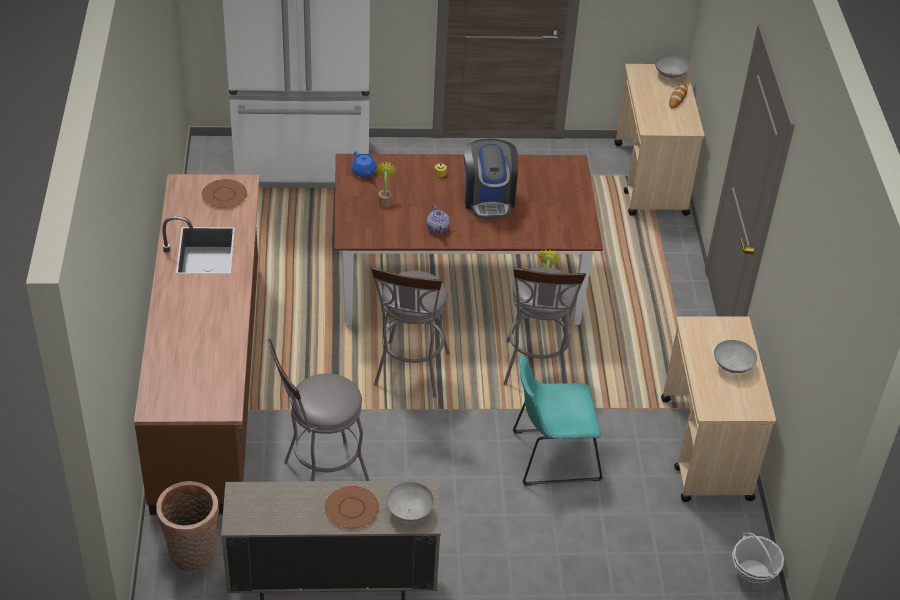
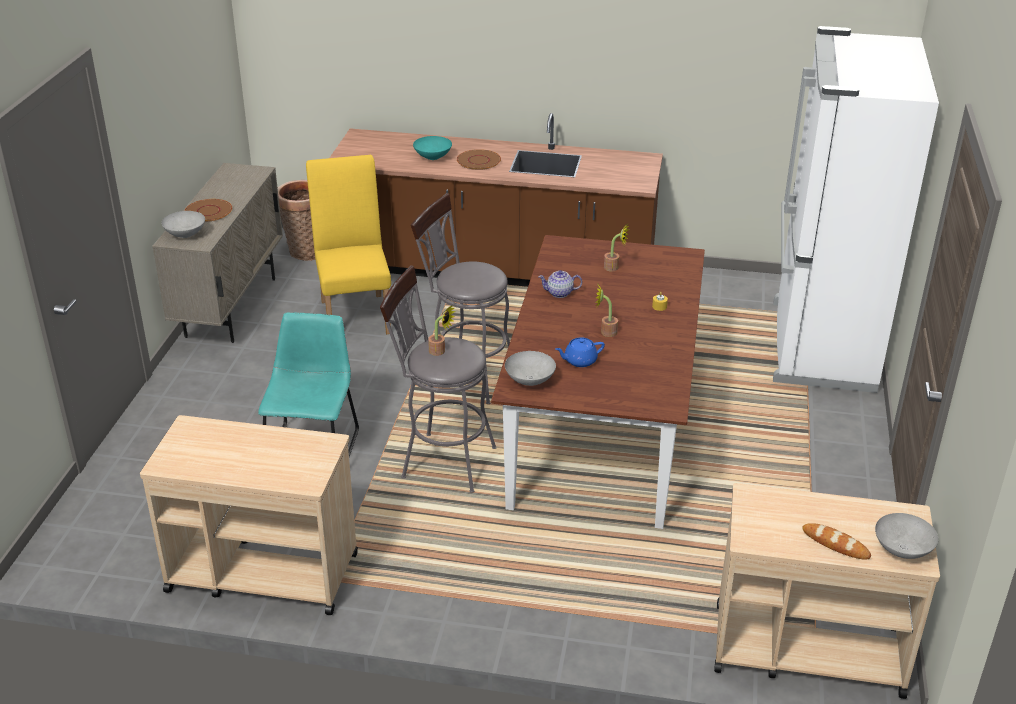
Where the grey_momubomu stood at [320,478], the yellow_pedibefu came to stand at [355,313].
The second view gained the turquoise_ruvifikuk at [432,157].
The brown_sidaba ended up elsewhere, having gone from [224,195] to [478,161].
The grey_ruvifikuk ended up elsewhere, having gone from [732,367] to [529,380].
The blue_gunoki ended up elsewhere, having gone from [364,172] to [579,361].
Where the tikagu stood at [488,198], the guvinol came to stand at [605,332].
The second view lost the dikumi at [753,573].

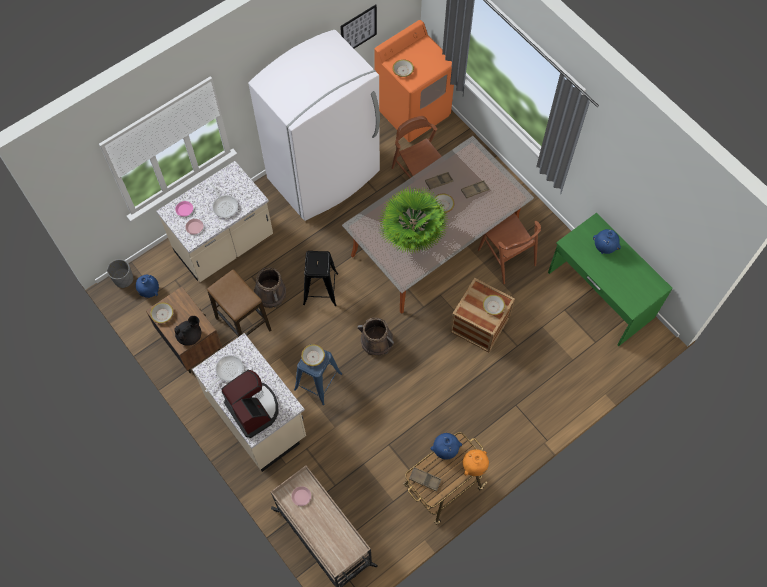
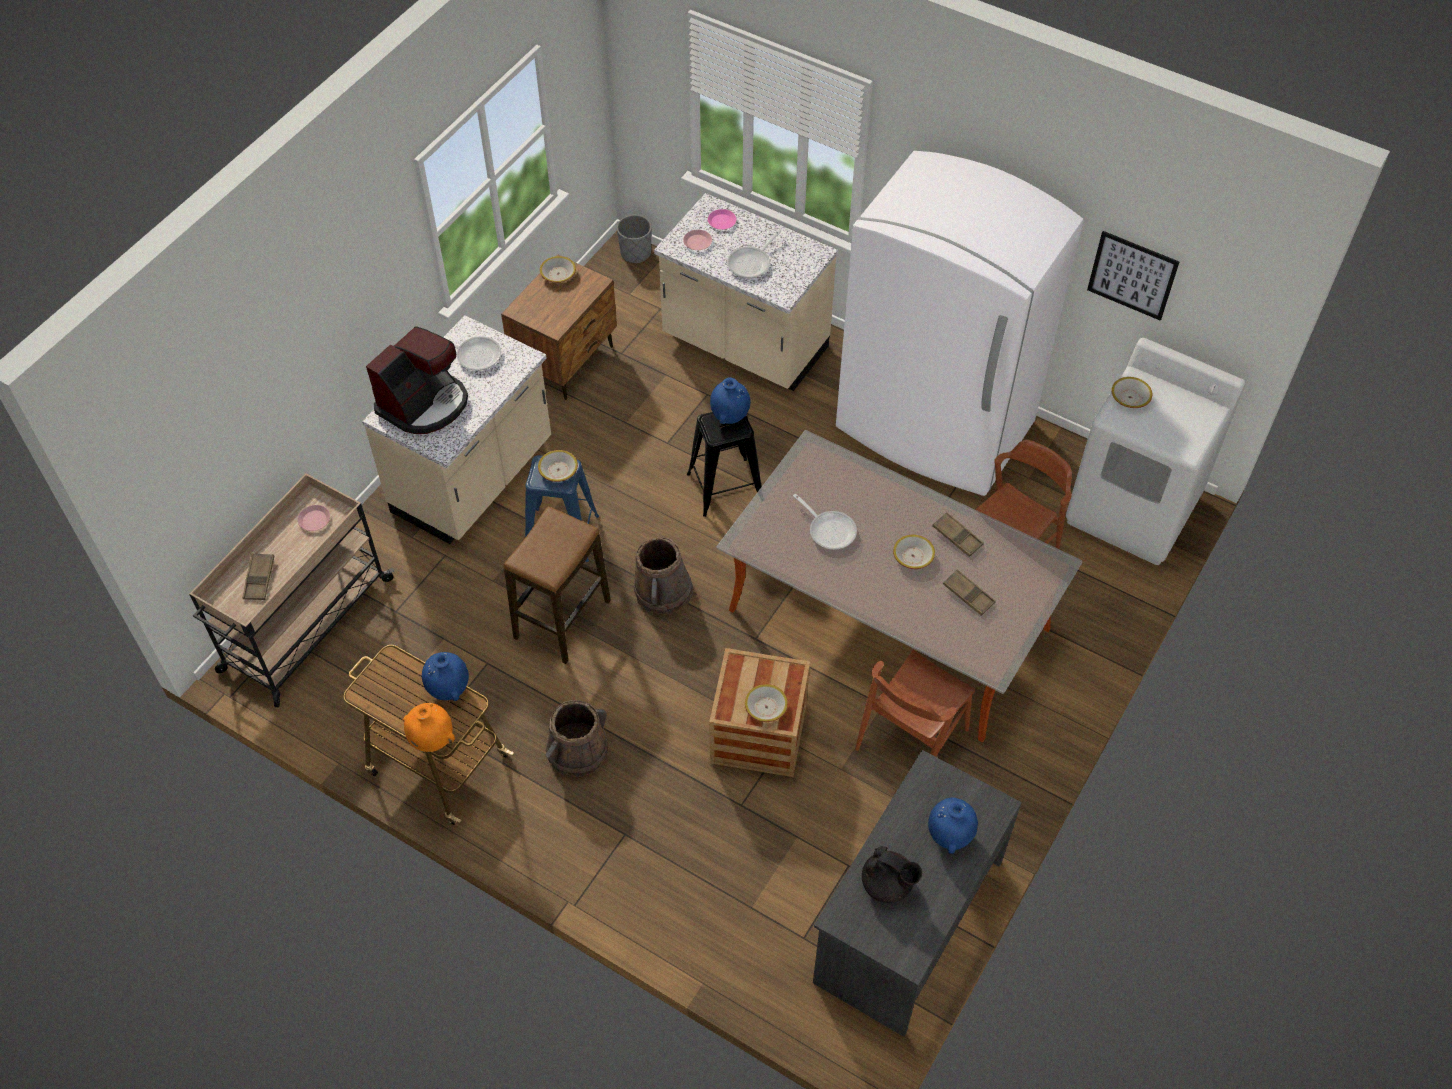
The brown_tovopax ended up elsewhere, having gone from [425,479] to [259,579].
The momubomu ended up elsewhere, having gone from [243,324] to [562,619].
The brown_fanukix ended up elsewhere, having gone from [270,294] to [577,751].
The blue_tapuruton ended up elsewhere, having gone from [149,291] to [730,416].
Where the guvinol stood at [412,236], the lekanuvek came to stand at [829,530].
What was the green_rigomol at [599,295] turned into the grey_rigomol at [906,920].
The black_gunoki ended up elsewhere, having gone from [190,336] to [888,884].
What was the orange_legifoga at [413,111] turned into the white_legifoga at [1133,509].

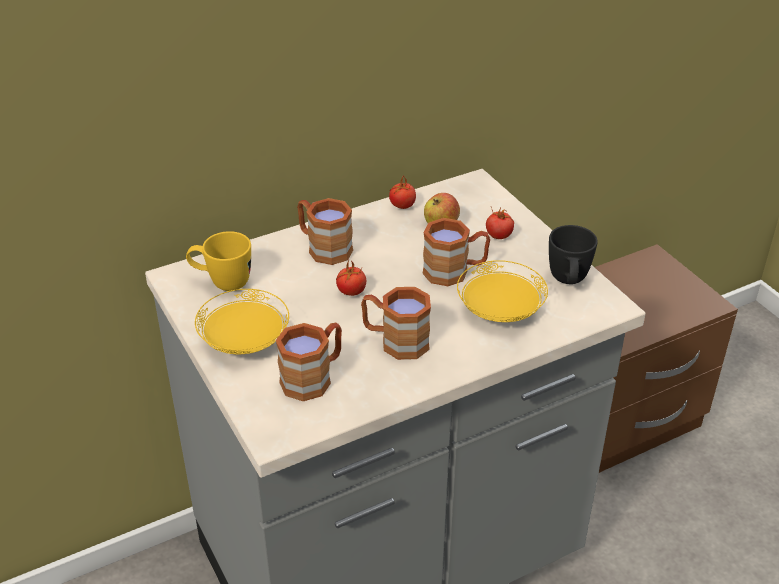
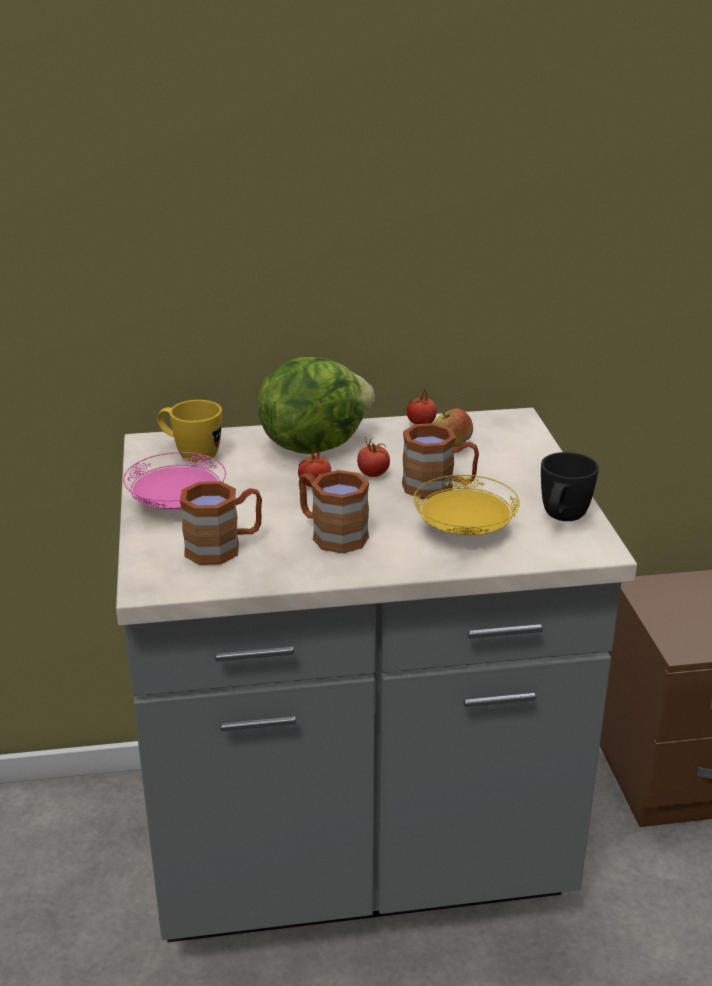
What was the yellow_sidaba at [245,341] turned into the pink_sidaba at [177,505].
Where the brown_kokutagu stood at [323,247], the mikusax came to stand at [313,444].
The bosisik ended up elsewhere, having gone from [499,236] to [373,474].

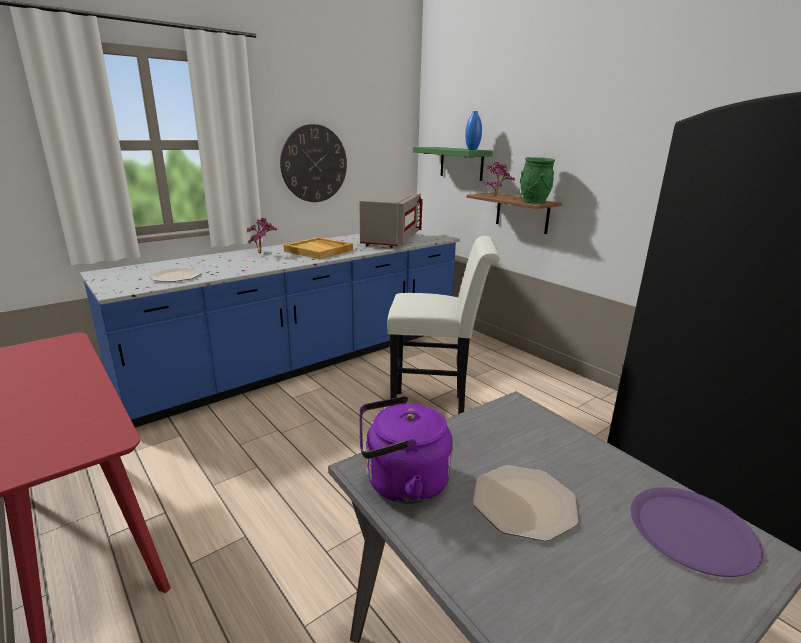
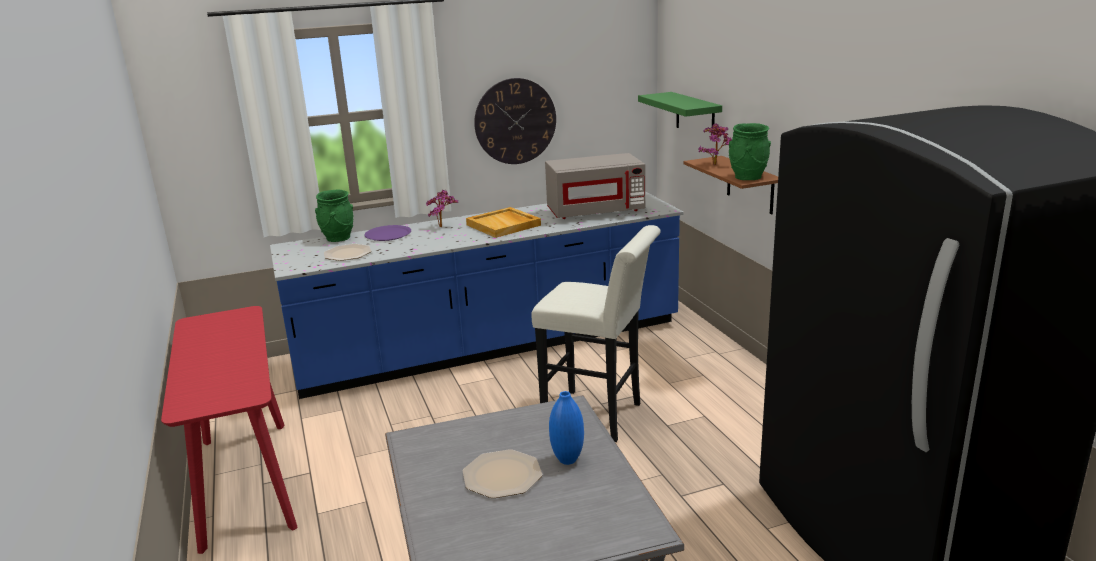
The second view gained the green_tapuruton at [338,238].
The purple_sidaba ended up elsewhere, having gone from [692,531] to [388,234].
The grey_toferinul at [390,240] ended up facing another way, 45 degrees clockwise from before.
The blue_tapuruton ended up elsewhere, having gone from [472,150] to [567,460].
The second view lost the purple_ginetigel at [401,483].

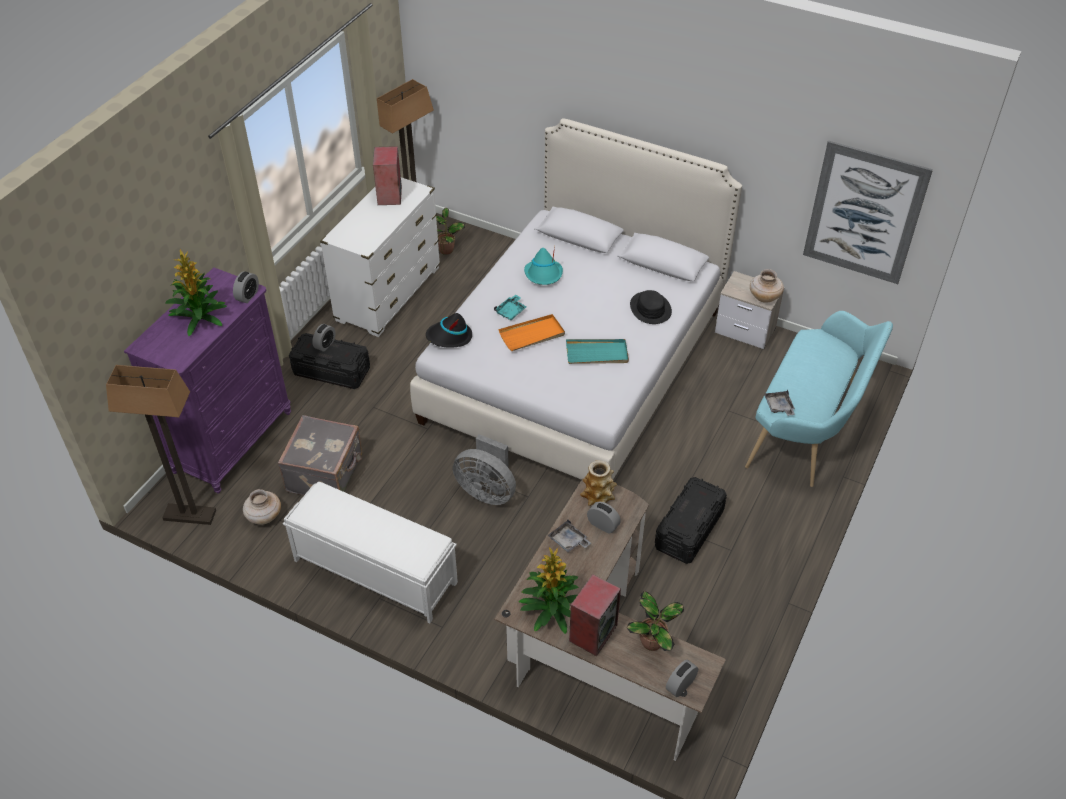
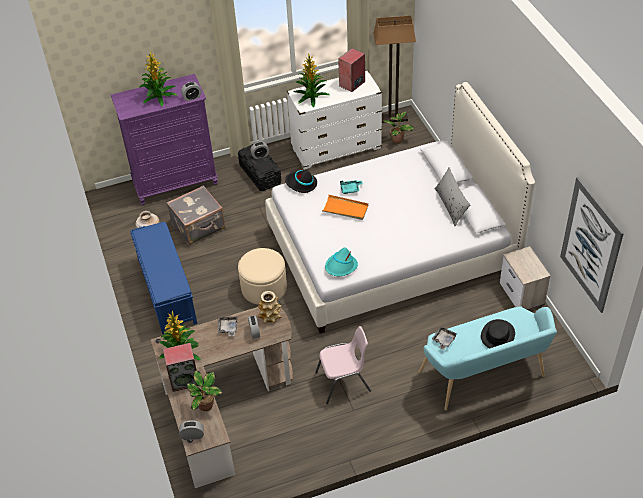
What was the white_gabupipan at [374,571] turned into the blue_gabupipan at [166,290].
Where the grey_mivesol stood at [487,491], the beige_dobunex came to stand at [264,288].
The second view gained the guvinol at [311,97].
Where the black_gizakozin stood at [689,529], the pink_pedibefu came to stand at [344,382].
The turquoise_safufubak ended up elsewhere, having gone from [544,274] to [341,267].
The second view gained the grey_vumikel at [451,205].
The black_safufubak ended up elsewhere, having gone from [650,308] to [497,335].
The second view lost the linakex at [189,515].
The second view lost the turquoise_tovopax at [597,354].
The second view lost the beige_tapuruton at [764,297].

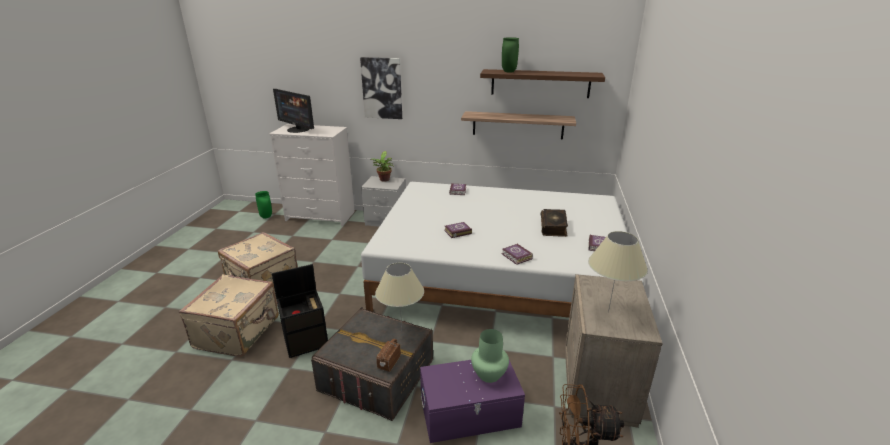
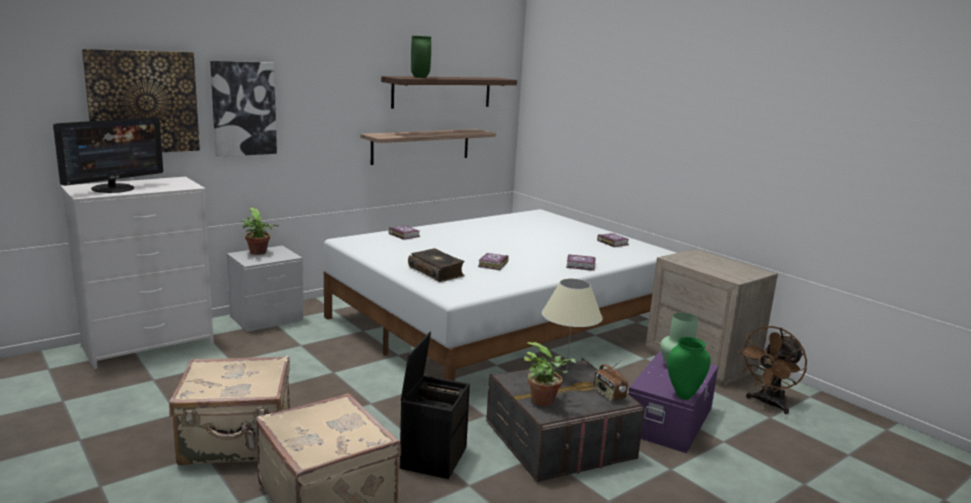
The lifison at [298,129] ended up facing another way, 45 degrees counterclockwise from before.
The second view gained the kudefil at [143,102].
The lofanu ended up elsewhere, having gone from [553,227] to [436,272].
The second view gained the guvinol at [546,401].
The green_tapuruton ended up elsewhere, having gone from [266,217] to [683,395].
The second view lost the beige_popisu at [608,312].

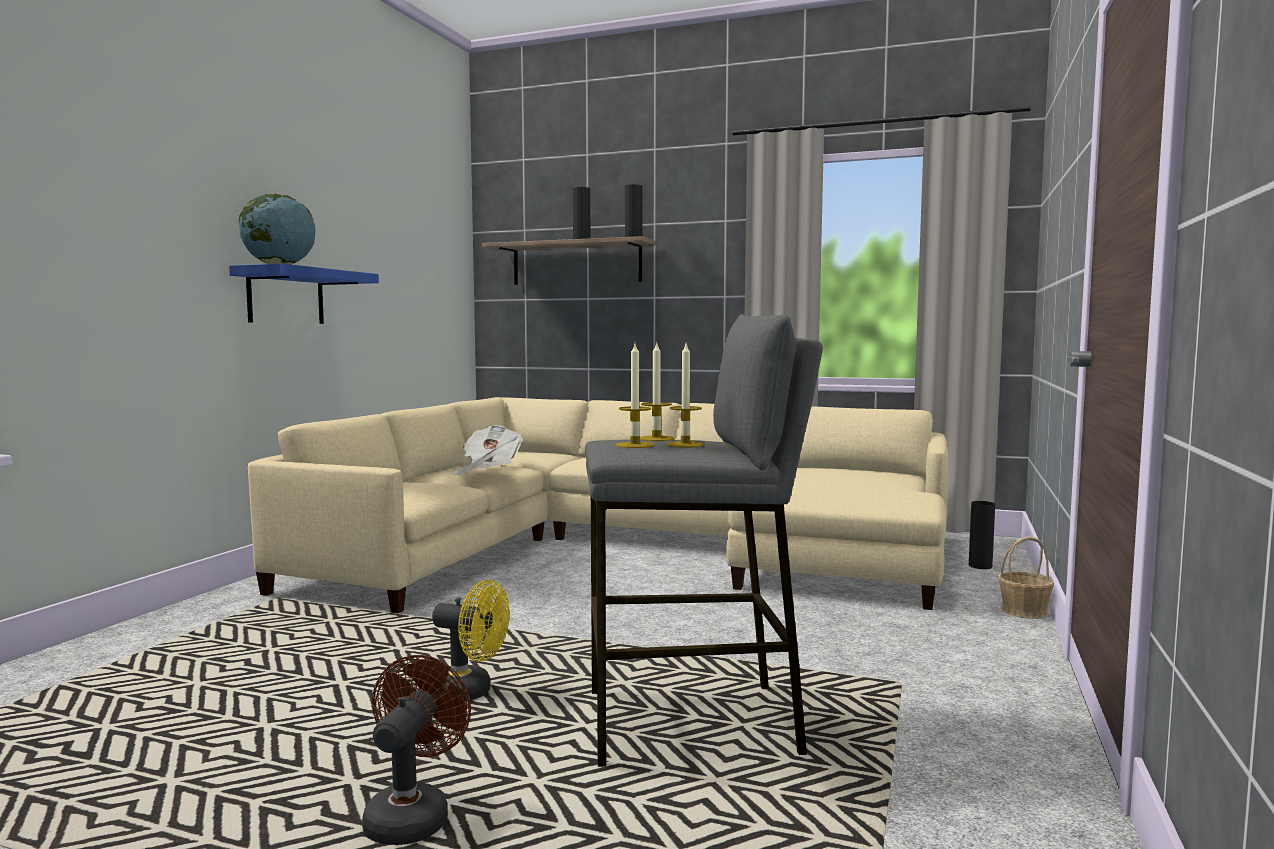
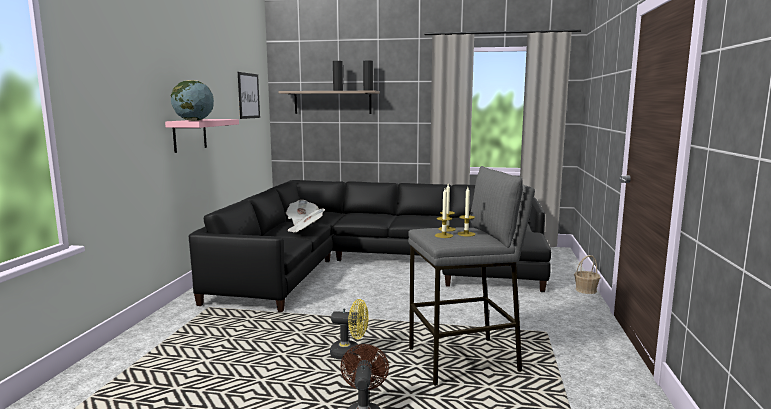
What was the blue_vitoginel at [286,297] turned into the pink_vitoginel at [189,135].
What was the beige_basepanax at [628,548] turned into the black_basepanax at [379,264].
The second view gained the kudefil at [248,95].
The second view lost the black_tapuruton at [980,566].

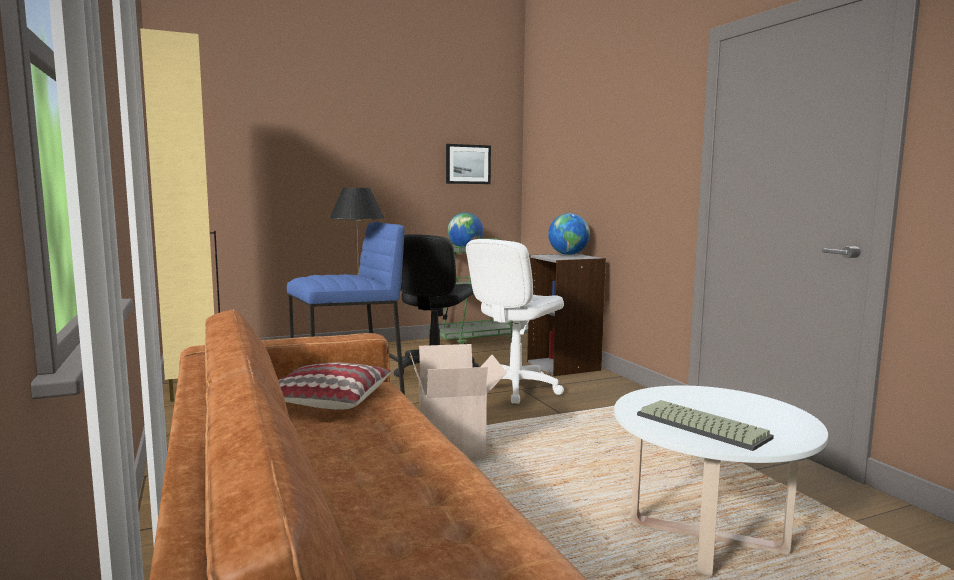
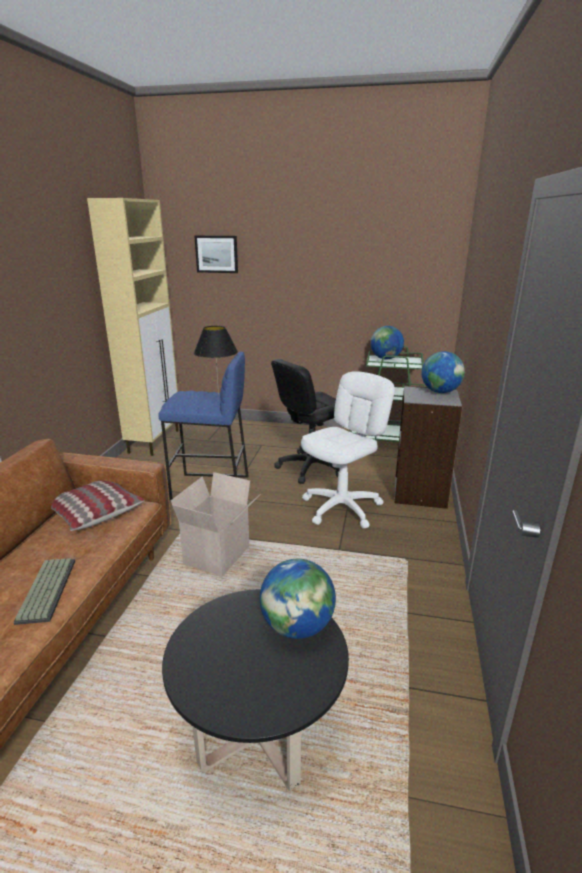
The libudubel ended up elsewhere, having gone from [699,426] to [45,589].
What was the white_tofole at [707,537] turned into the black_tofole at [259,734].
The kudefil ended up elsewhere, having gone from [468,164] to [216,254].
The second view gained the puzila at [297,627].
The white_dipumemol at [514,388] ended up facing another way, 150 degrees clockwise from before.

